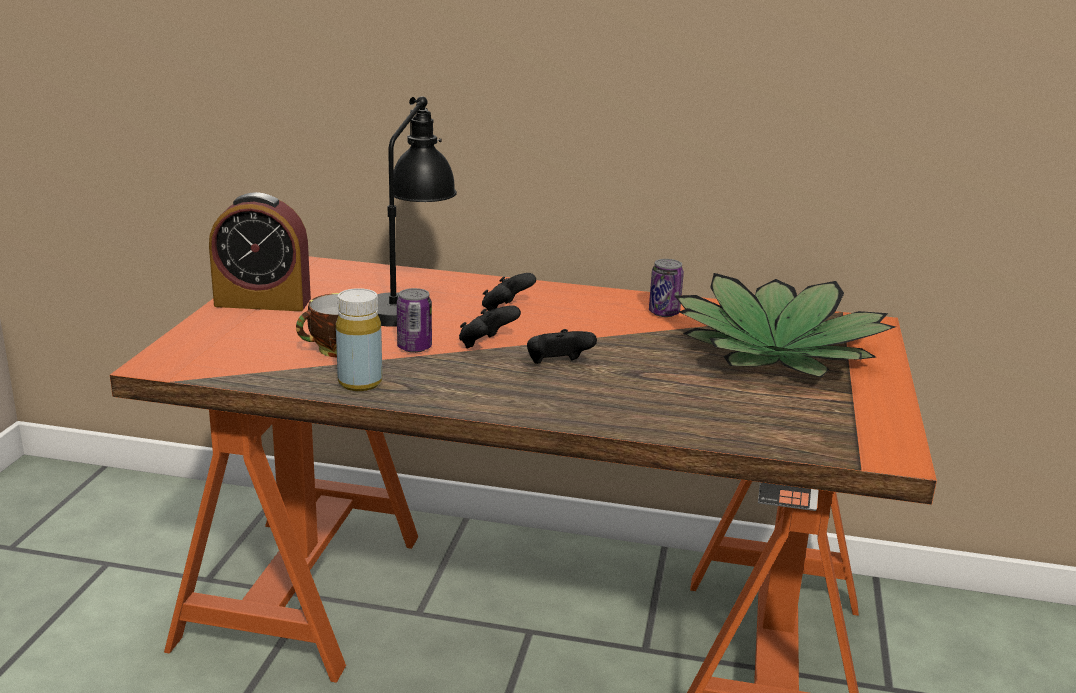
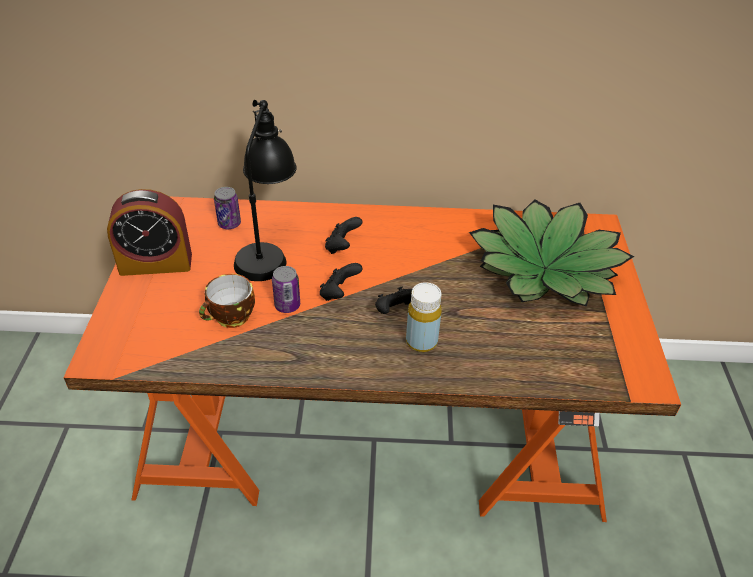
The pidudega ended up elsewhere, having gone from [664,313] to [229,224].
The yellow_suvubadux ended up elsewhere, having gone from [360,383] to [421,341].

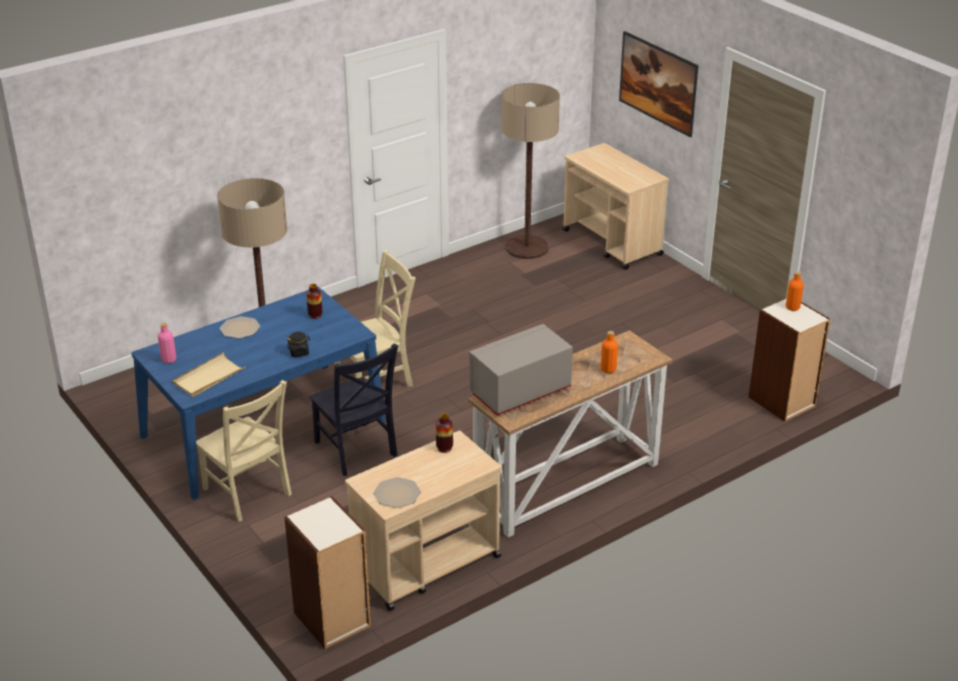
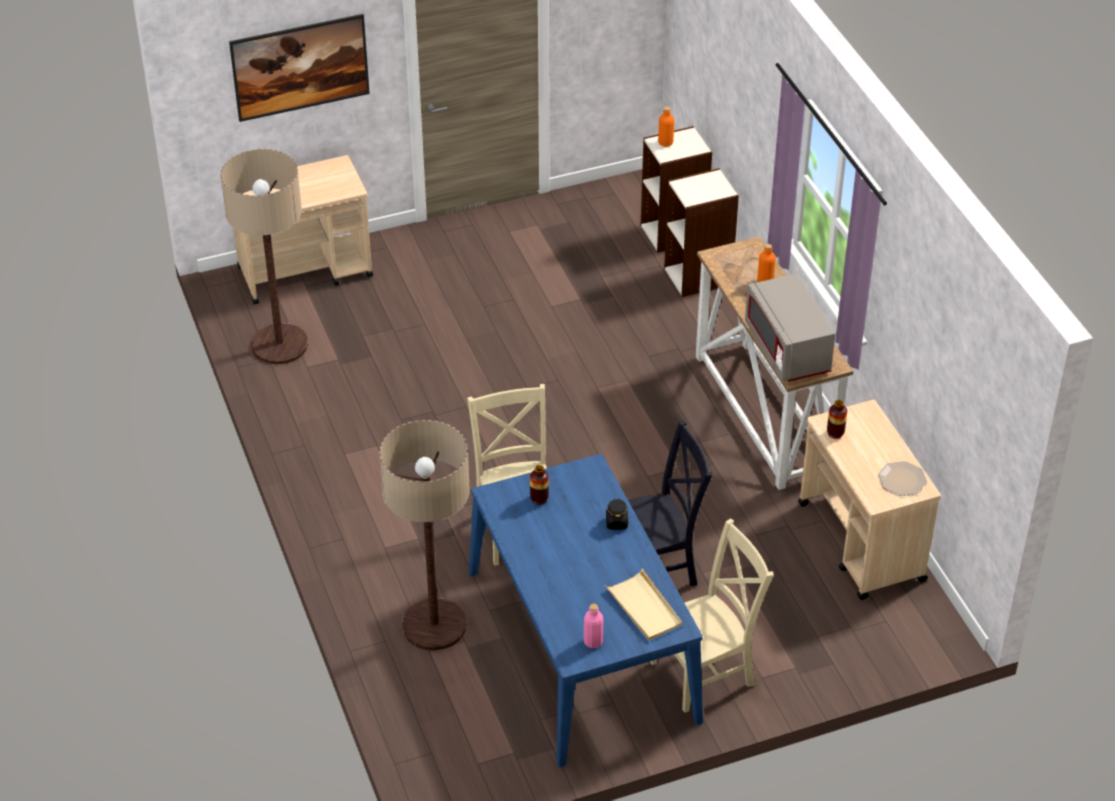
The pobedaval ended up elsewhere, having gone from [332,620] to [699,276].
The second view lost the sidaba at [240,328].

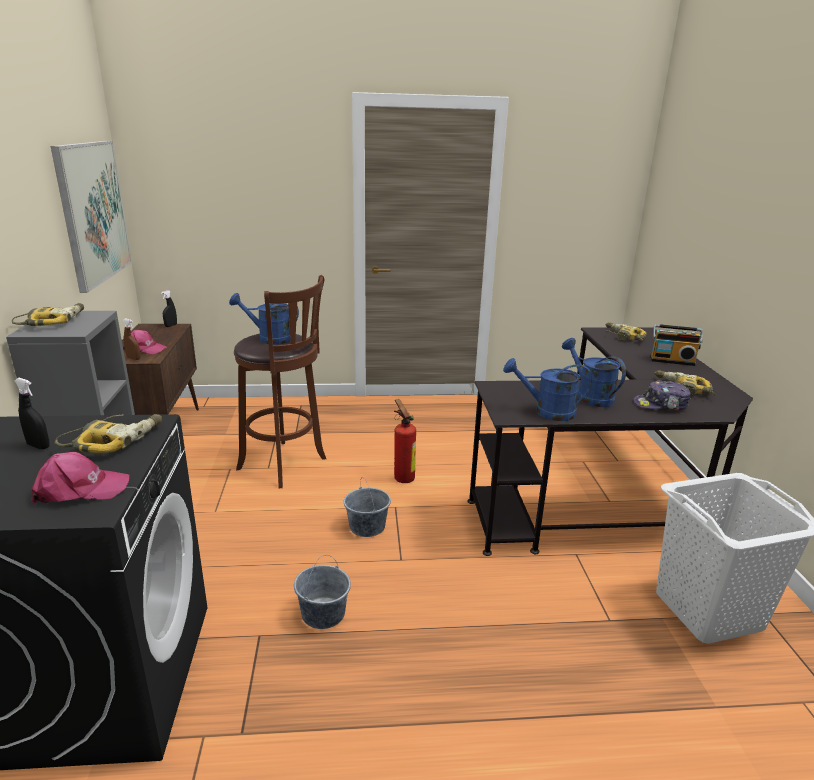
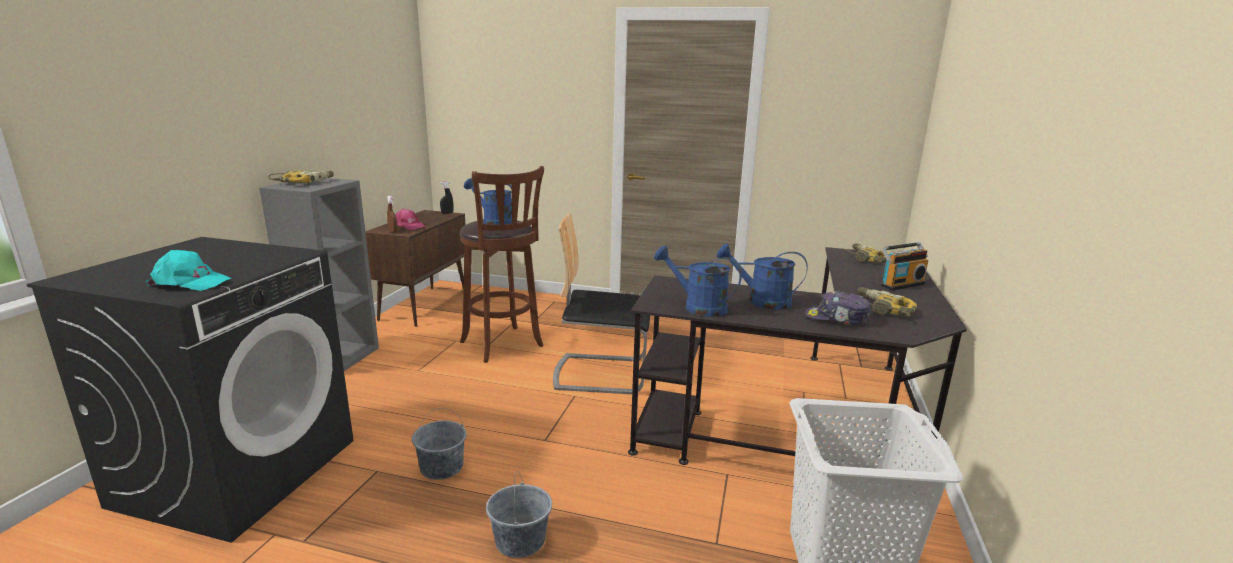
What was the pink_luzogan at [80,489] turned into the turquoise_luzogan at [190,282].
The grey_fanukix ended up elsewhere, having gone from [367,527] to [520,540].
Where the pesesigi stood at [402,477], the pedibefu came to stand at [601,373].
The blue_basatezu at [589,396] ended up facing another way, 60 degrees counterclockwise from before.
The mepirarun at [672,360] ended up facing another way, 60 degrees counterclockwise from before.
The second view lost the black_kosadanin at [38,446].
The second view lost the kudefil at [93,212].
The second view lost the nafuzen at [114,439].

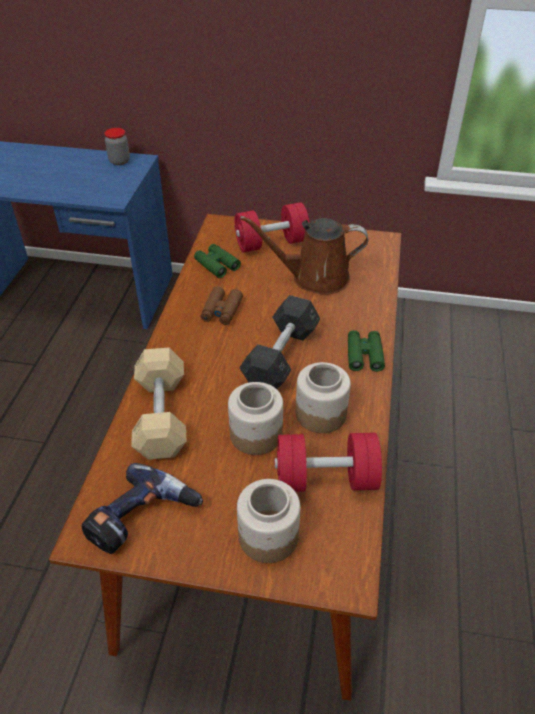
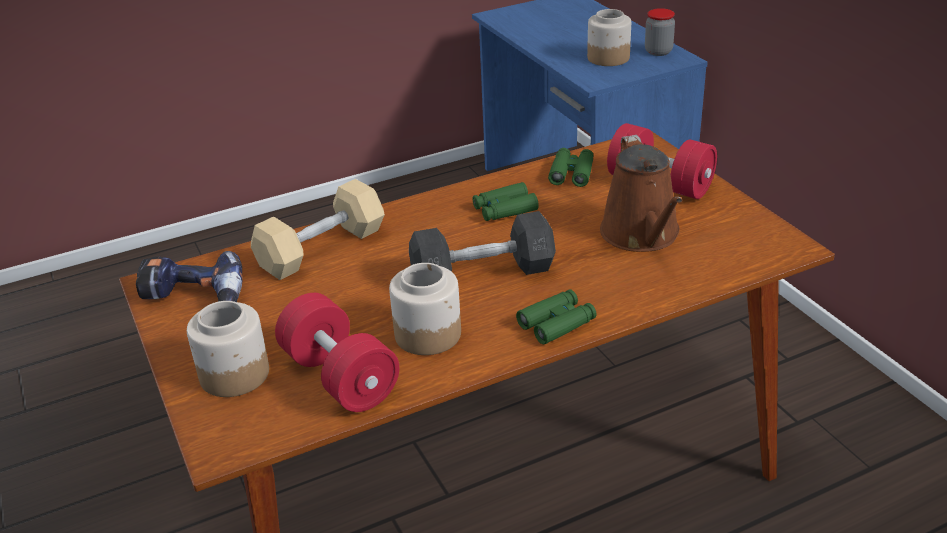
What was the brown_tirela at [221,311] turned into the green_tirela at [504,209].
The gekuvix ended up elsewhere, having gone from [255,435] to [607,58].
The brown_basatezu at [314,278] ended up facing another way, 150 degrees counterclockwise from before.

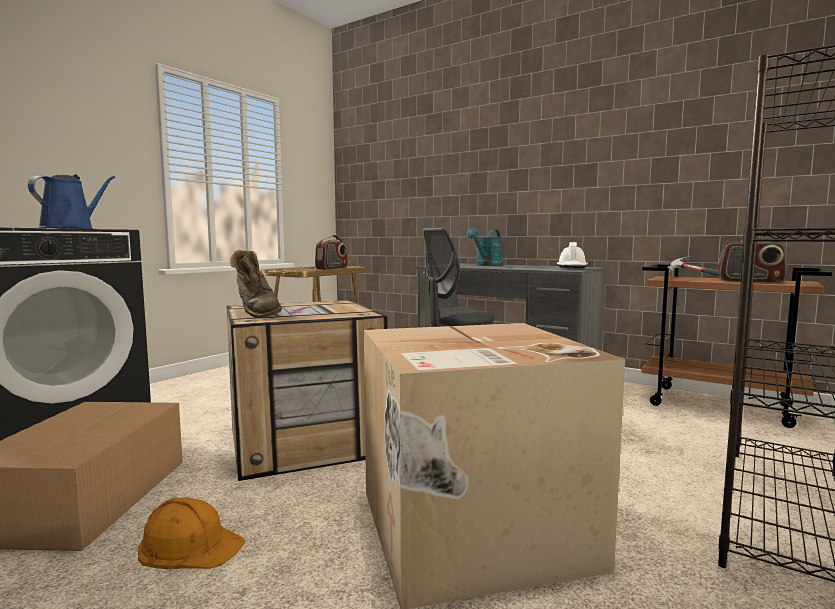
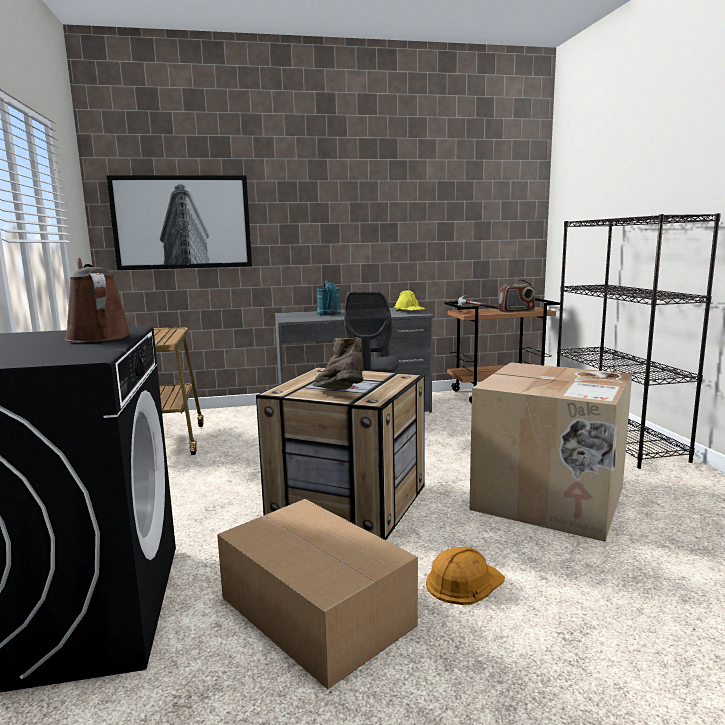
What was the blue_basatezu at [71,228] turned into the brown_basatezu at [97,337].
The second view gained the kudefil at [182,222].
The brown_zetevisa at [256,314] ended up facing another way, 135 degrees counterclockwise from before.
What was the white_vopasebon at [572,269] turned into the yellow_vopasebon at [409,312].
The second view lost the mepirarun at [332,268].

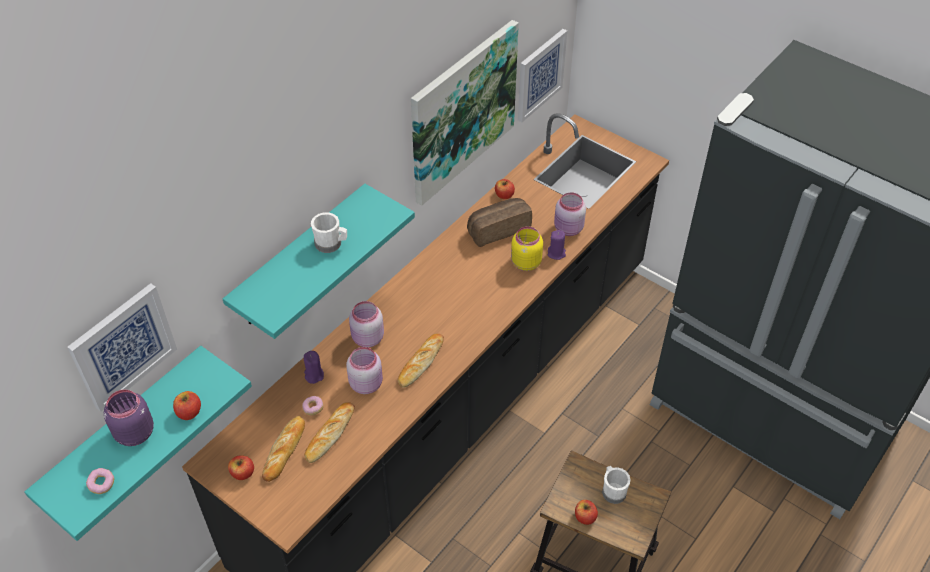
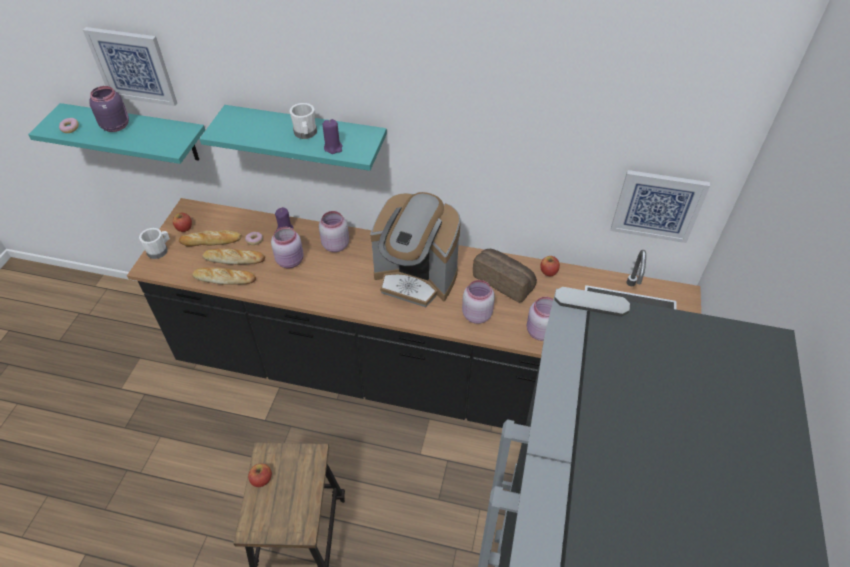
The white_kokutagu ended up elsewhere, having gone from [613,490] to [159,250].
The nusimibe ended up elsewhere, having gone from [420,362] to [224,278].
The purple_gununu ended up elsewhere, having gone from [556,253] to [333,148].
The second view gained the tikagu at [416,278].
What was the yellow_gekuvix at [525,263] turned into the pink_gekuvix at [476,314].
The second view lost the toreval at [189,412].
The second view lost the kudefil at [462,111].

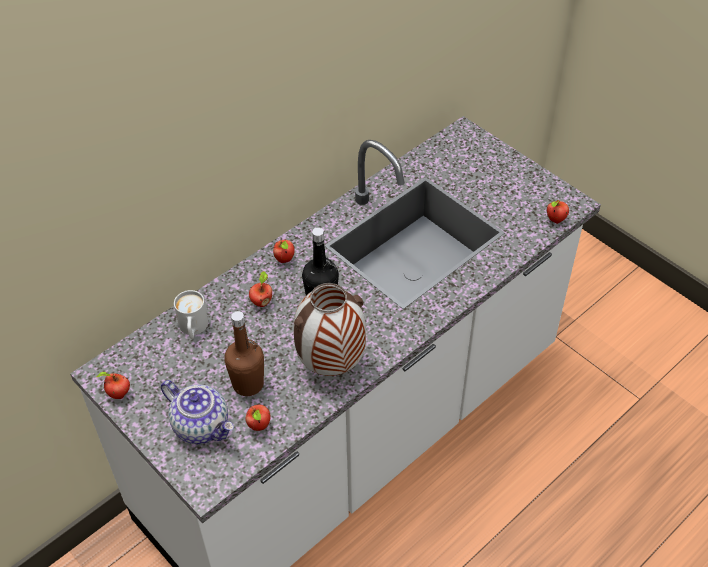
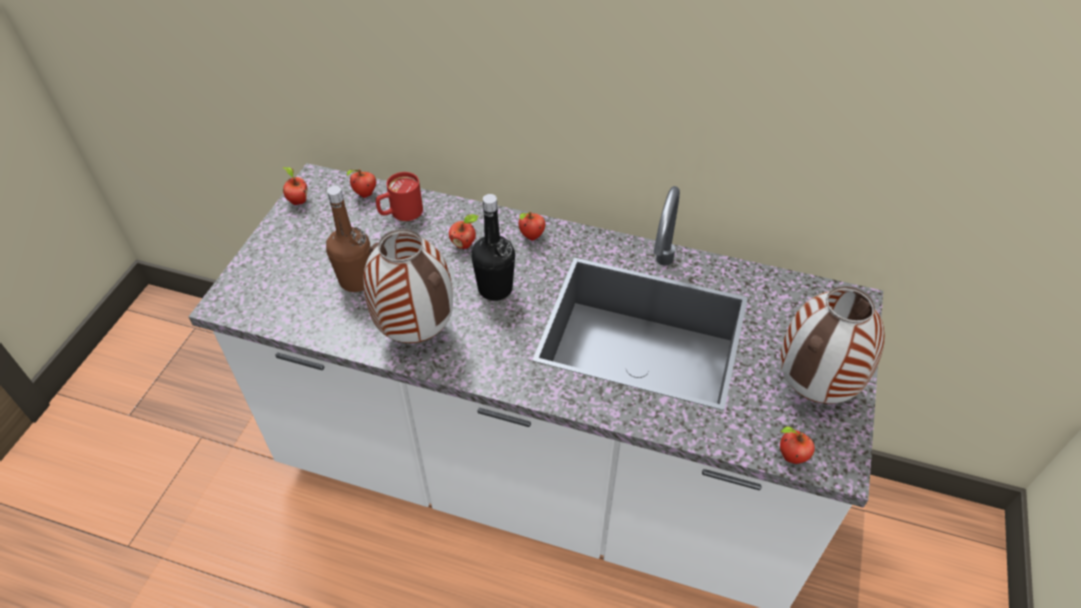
The toreval ended up elsewhere, having gone from [260,426] to [365,194].
What was the white_kokutagu at [193,329] turned into the red_kokutagu at [400,213].
The second view gained the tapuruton at [813,391].
The second view lost the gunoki at [202,426].

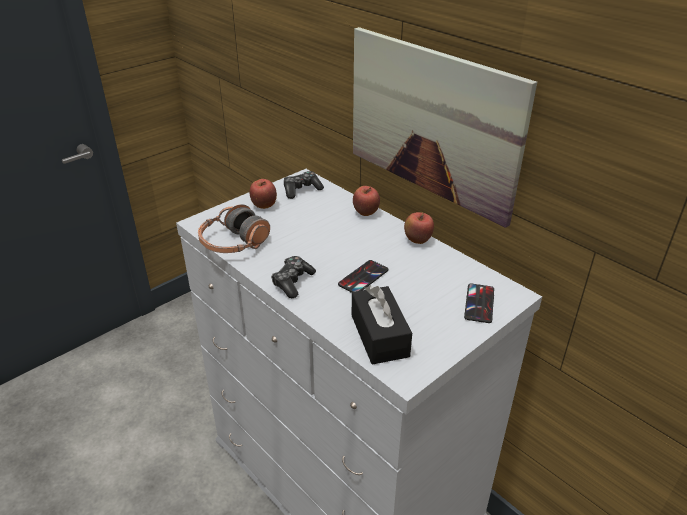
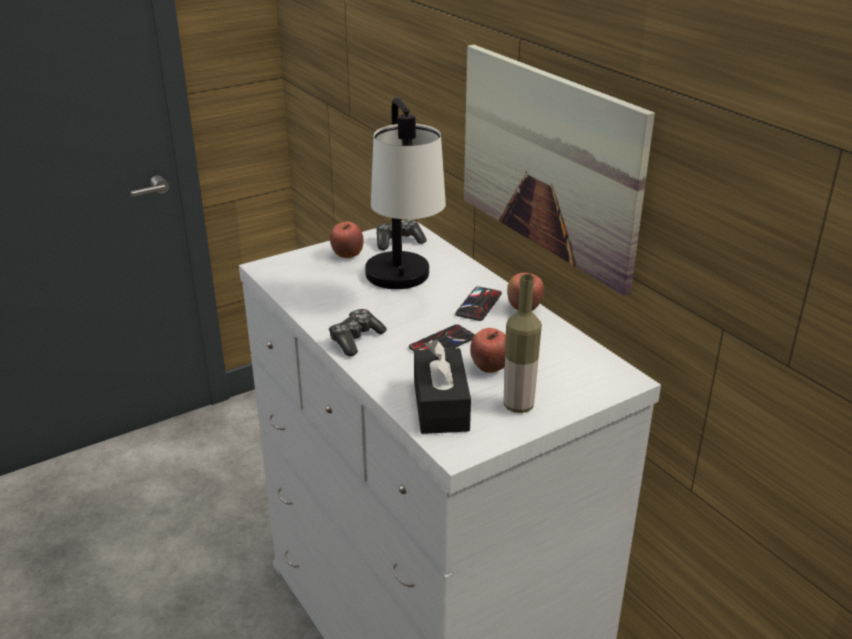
The second view gained the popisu at [404,289].
The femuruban ended up elsewhere, having gone from [479,303] to [479,304].
The toreval ended up elsewhere, having gone from [365,213] to [489,368].
The second view gained the suvubadux at [518,406].
The second view lost the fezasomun at [234,243].

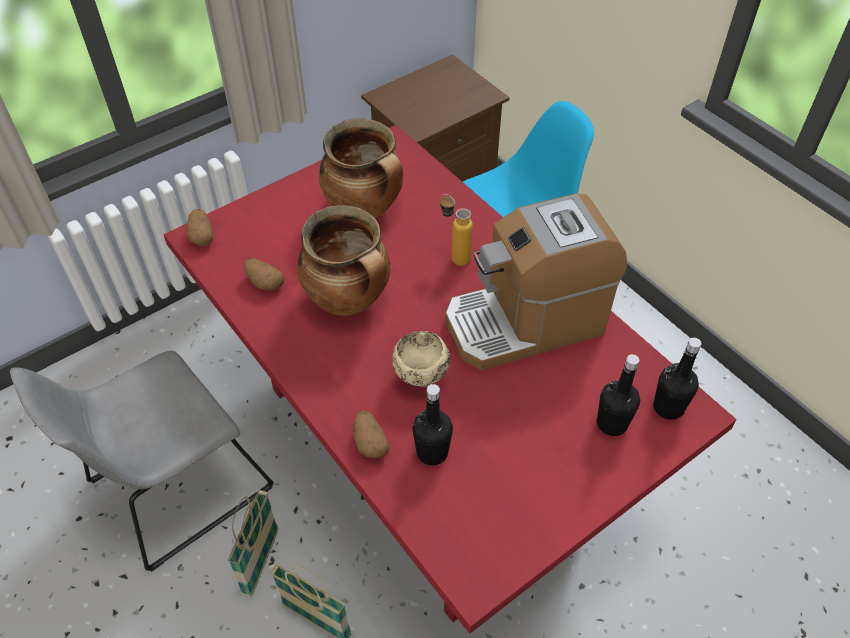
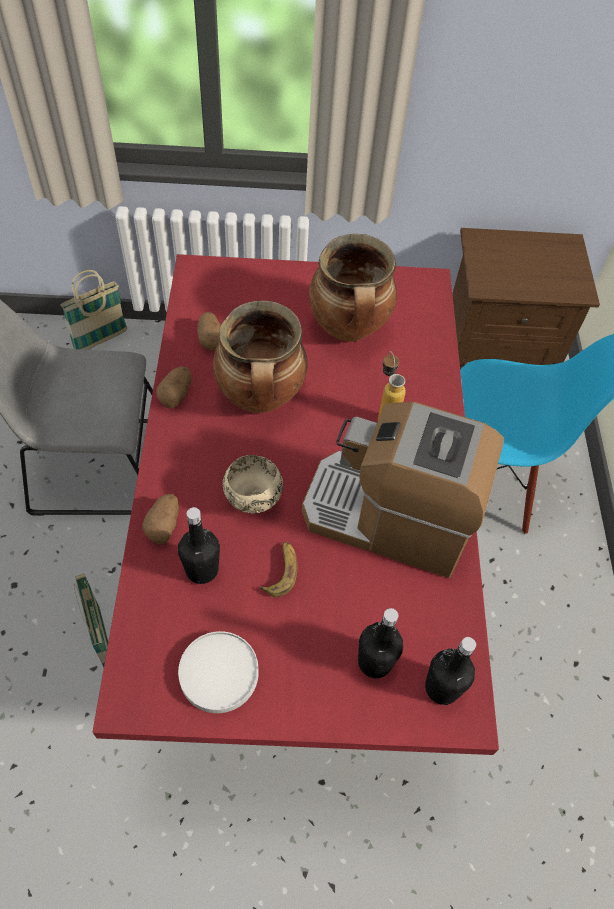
The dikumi ended up elsewhere, having gone from [261,561] to [101,340].
The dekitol ended up elsewhere, having gone from [202,236] to [176,394].
The second view gained the white_sidaba at [218,672].
The second view gained the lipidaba at [281,571].

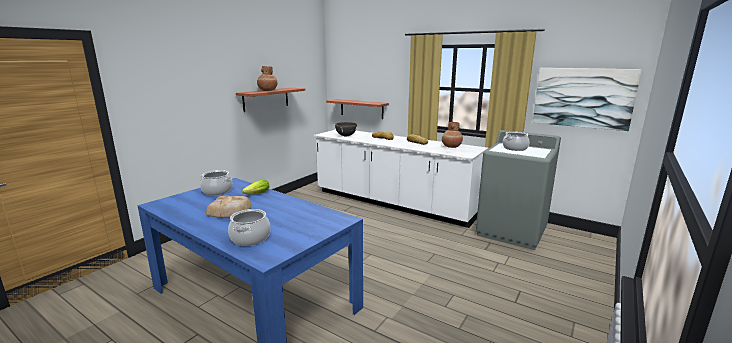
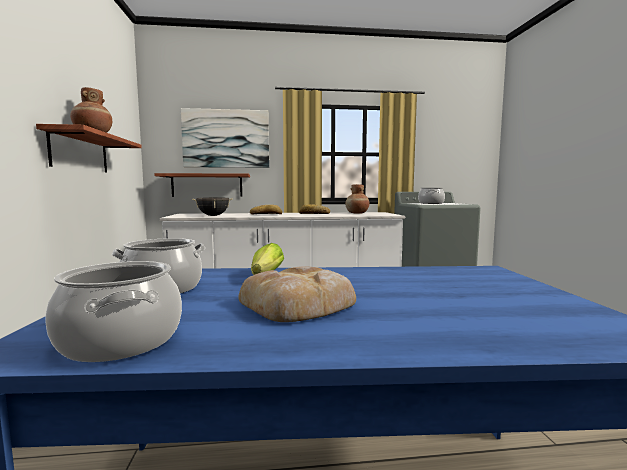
The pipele ended up elsewhere, having gone from [250,238] to [122,340].
The kudefil ended up elsewhere, having gone from [582,97] to [226,139].

